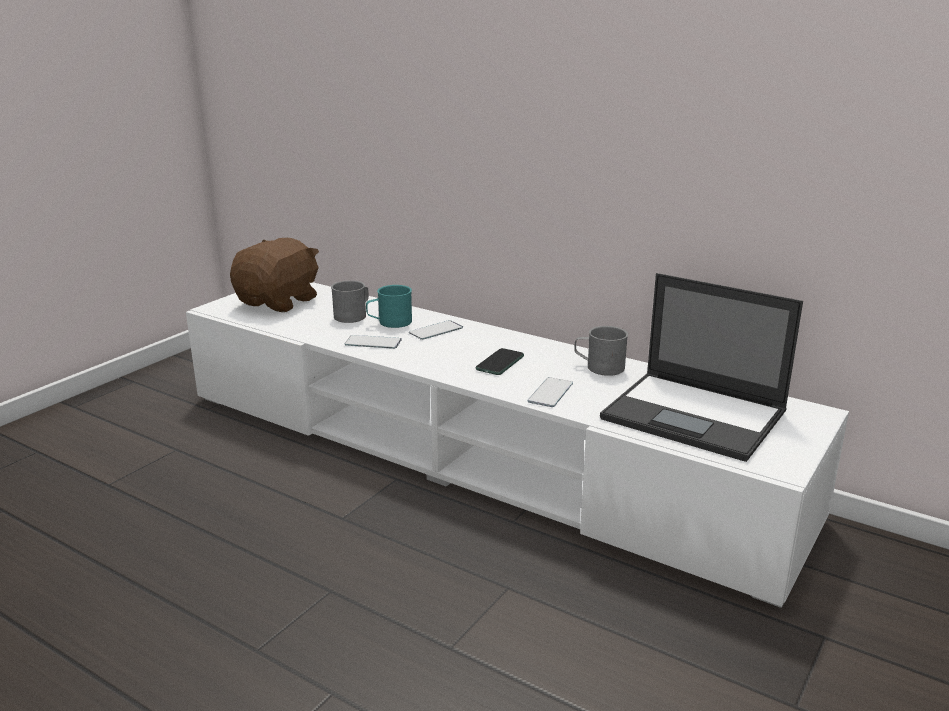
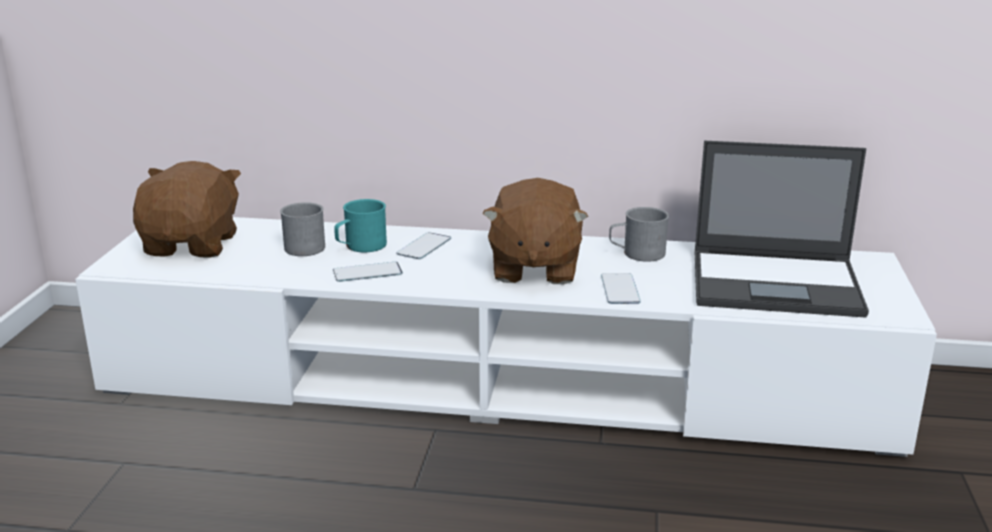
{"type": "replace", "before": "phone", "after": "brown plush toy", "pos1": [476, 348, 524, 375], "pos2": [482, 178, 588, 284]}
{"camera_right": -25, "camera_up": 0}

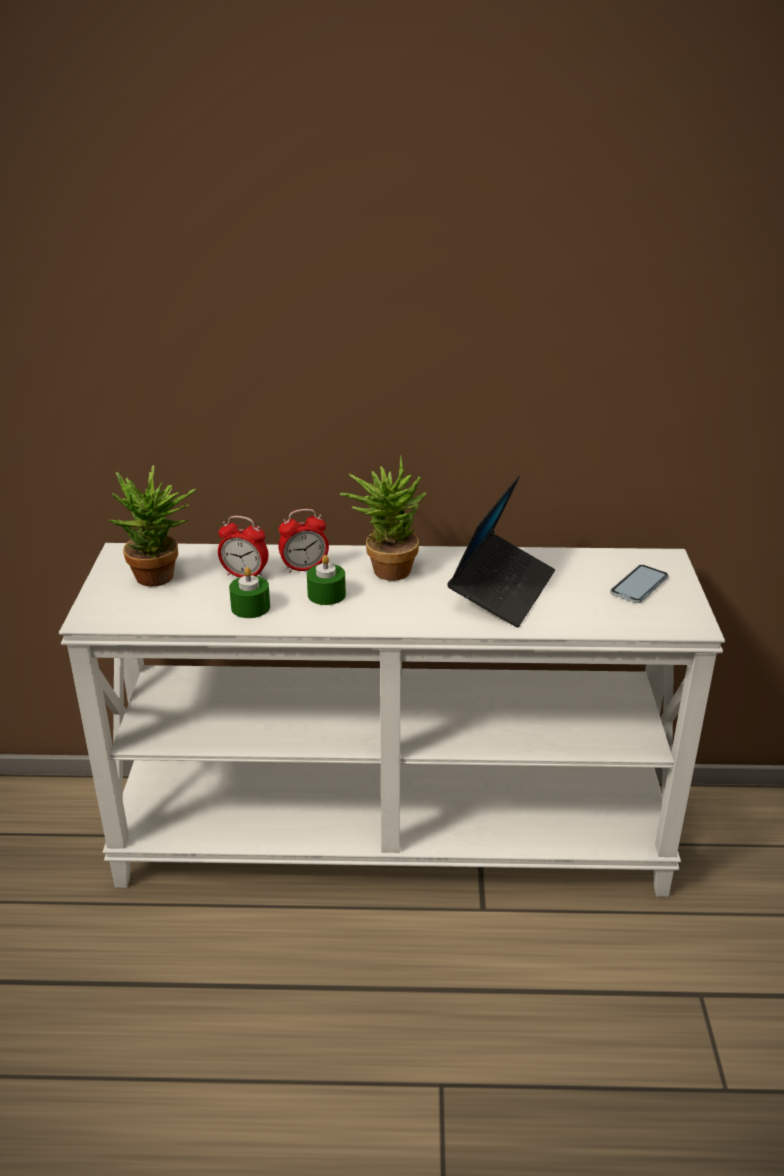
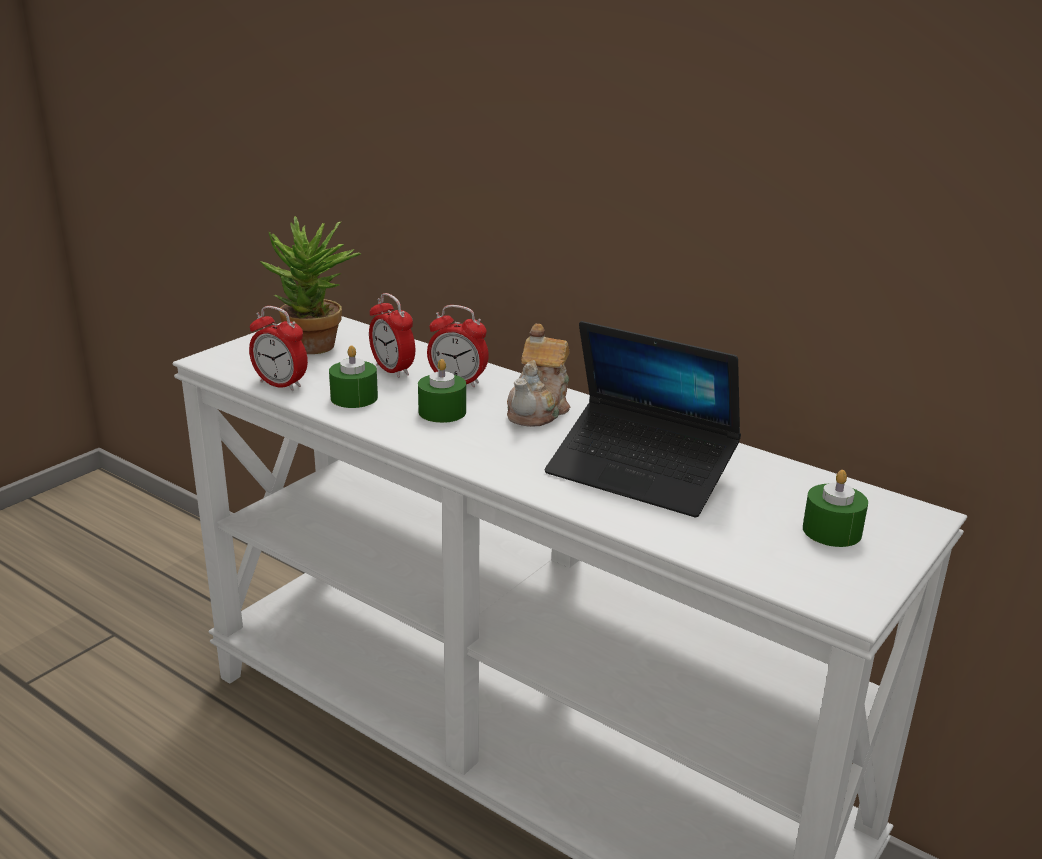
{"type": "replace", "before": "potted plant", "after": "teapot", "pos1": [340, 456, 427, 581], "pos2": [507, 324, 570, 427]}
{"type": "rotate", "before": "laptop", "pos1": [447, 475, 555, 627], "pos2": [545, 321, 741, 517], "turn": 60}
{"type": "replace", "before": "phone", "after": "green candle", "pos1": [610, 565, 668, 603], "pos2": [803, 470, 868, 547]}
{"type": "insert", "after": "alarm clock", "pos2": [249, 306, 308, 391]}
{"camera_right": 35, "camera_up": -5}

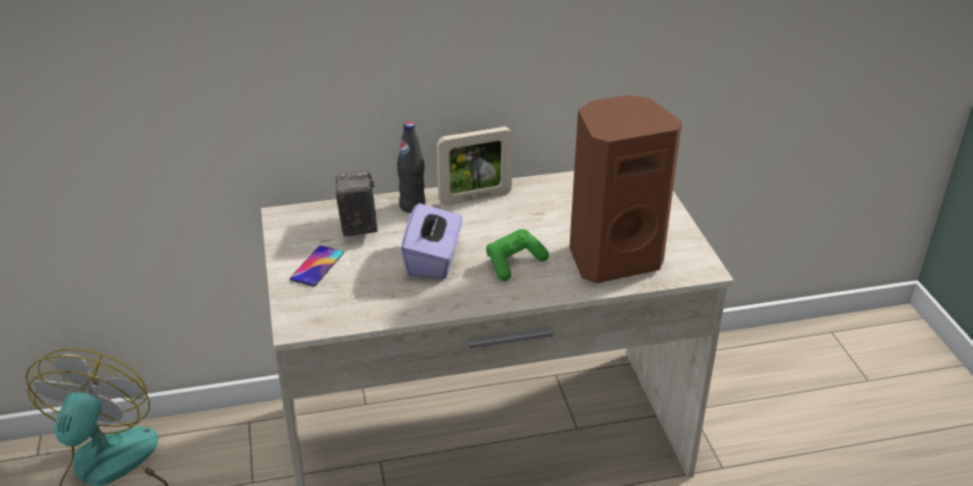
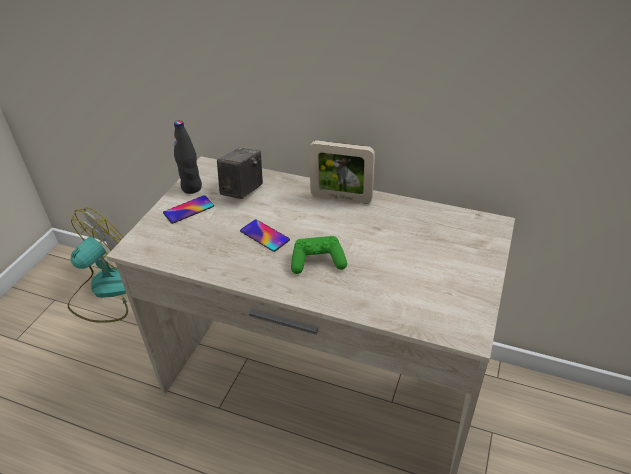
{"type": "delete", "before": "brown speaker", "pos1": [569, 95, 682, 283]}
{"type": "move", "before": "black bottle", "pos1": [397, 122, 426, 213], "pos2": [174, 120, 202, 194]}
{"type": "replace", "before": "purple tissue box", "after": "phone", "pos1": [401, 202, 462, 279], "pos2": [240, 219, 290, 252]}
{"camera_right": 35, "camera_up": 5}

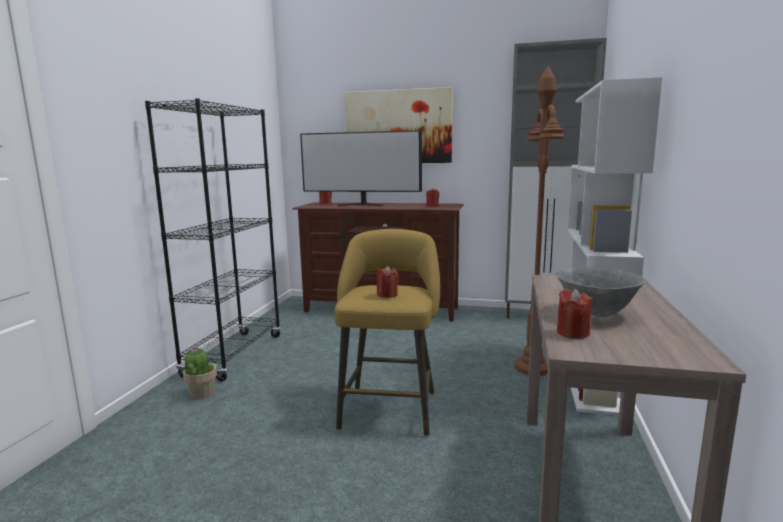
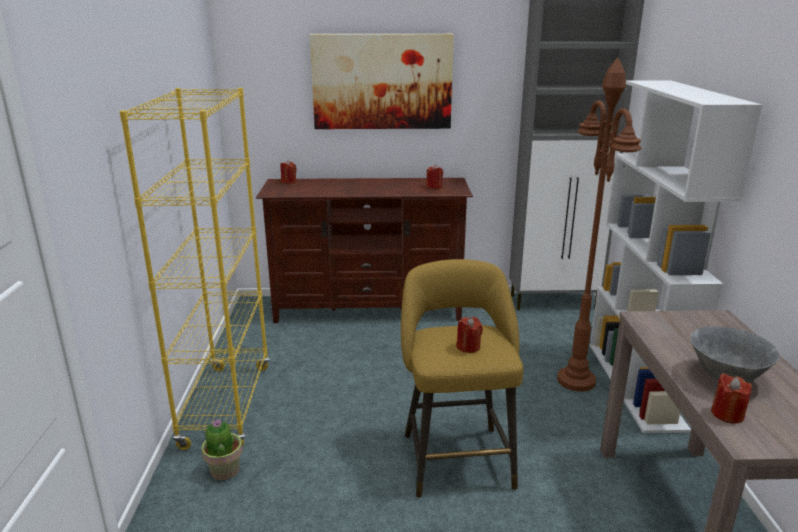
{"type": "recolor", "before": "black bookcase", "after": "yellow bookcase", "pos1": [145, 98, 281, 381], "pos2": [119, 88, 270, 450]}
{"type": "delete", "before": "television", "pos1": [300, 130, 422, 206]}
{"camera_right": -15, "camera_up": 10}

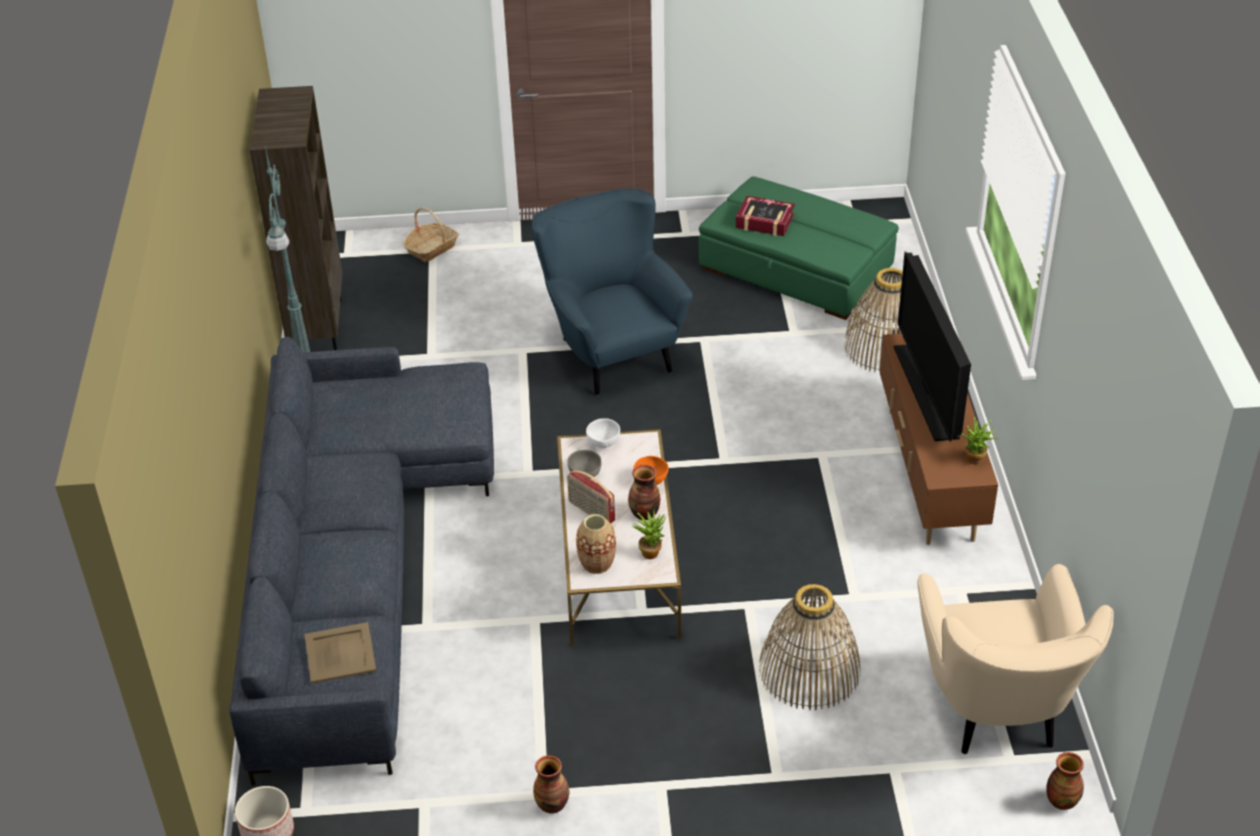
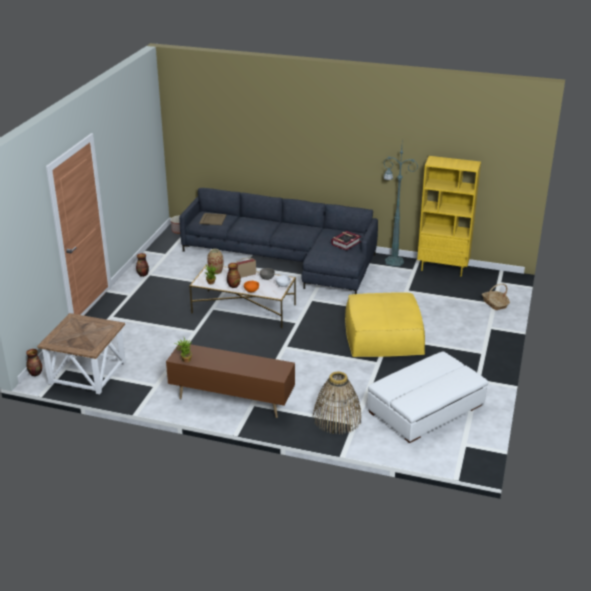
{"type": "recolor", "before": "brown bookcase", "after": "yellow bookcase", "pos1": [250, 86, 342, 350], "pos2": [417, 156, 481, 277]}
{"type": "recolor", "before": "green ottoman", "after": "white ottoman", "pos1": [699, 176, 899, 320], "pos2": [367, 351, 488, 443]}
{"type": "replace", "before": "blue armchair", "after": "yellow ottoman", "pos1": [531, 188, 692, 396], "pos2": [345, 292, 425, 357]}
{"type": "move", "before": "book", "pos1": [736, 196, 795, 236], "pos2": [331, 231, 361, 251]}
{"type": "delete", "before": "television", "pos1": [894, 252, 971, 442]}
{"type": "replace", "before": "beige armchair", "after": "brown side table", "pos1": [917, 564, 1114, 754], "pos2": [37, 313, 126, 395]}
{"type": "delete", "before": "basket", "pos1": [759, 584, 860, 710]}
{"camera_right": 110, "camera_up": -10}

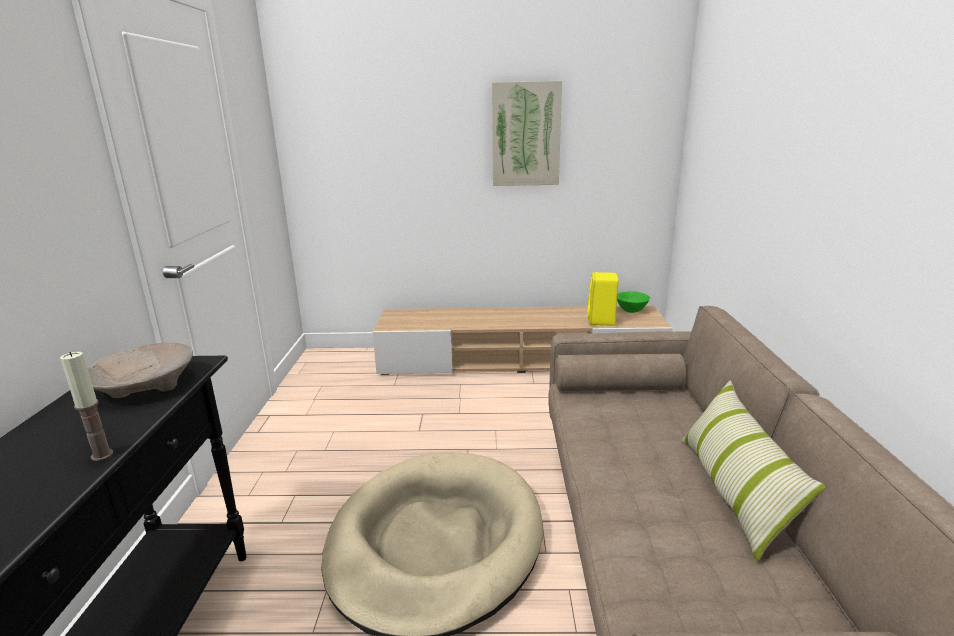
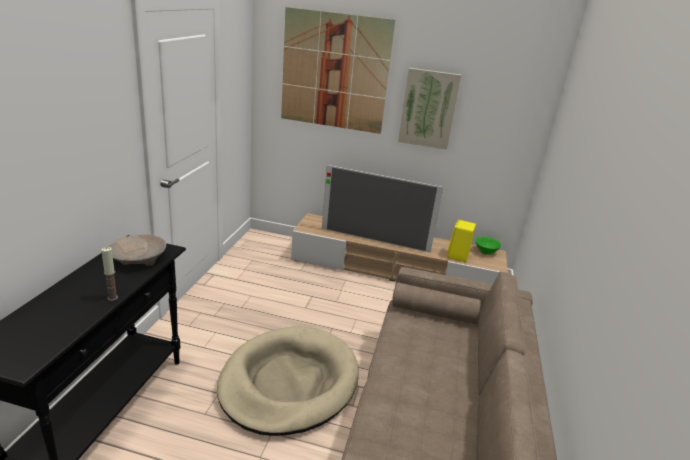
{"type": "delete", "before": "pillow", "pos1": [681, 381, 825, 562]}
{"type": "insert", "after": "picture", "pos2": [281, 7, 395, 134]}
{"type": "insert", "after": "television", "pos2": [322, 165, 443, 253]}
{"camera_right": 10, "camera_up": 5}

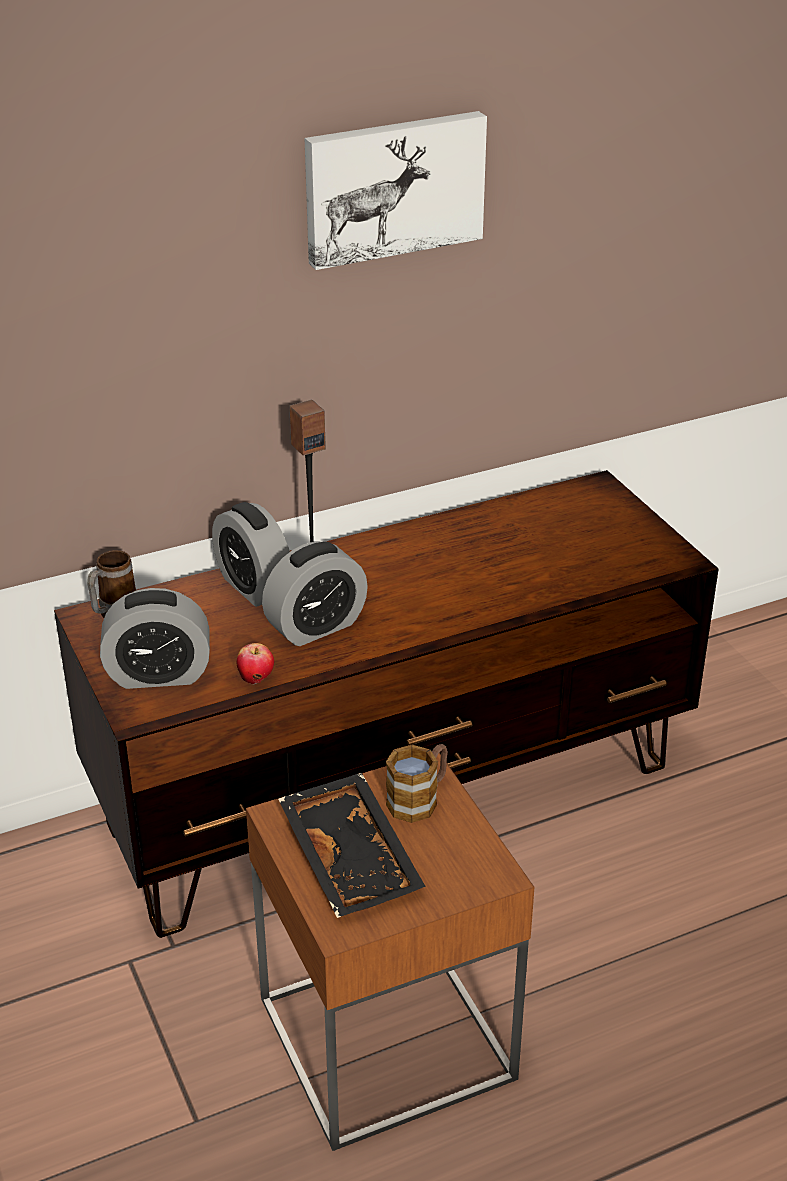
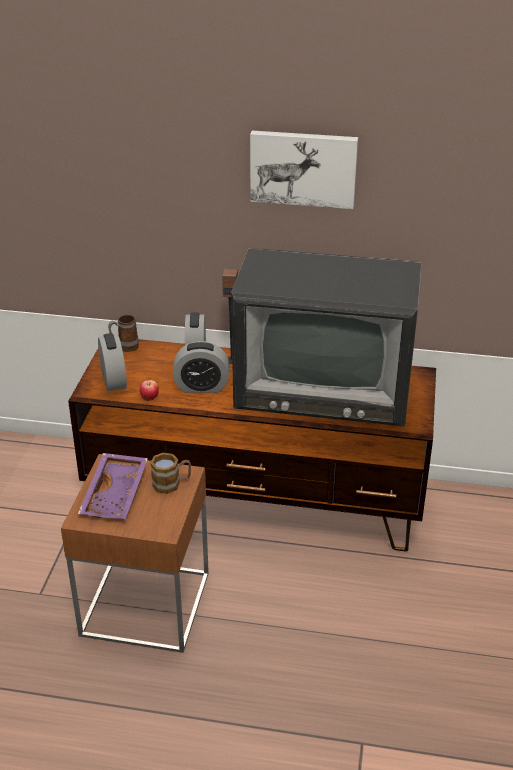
{"type": "rotate", "before": "alarm clock", "pos1": [100, 588, 210, 689], "pos2": [98, 333, 127, 391], "turn": -135}
{"type": "recolor", "before": "black tray", "after": "purple tray", "pos1": [278, 773, 426, 918], "pos2": [78, 453, 148, 519]}
{"type": "insert", "after": "television", "pos2": [231, 249, 422, 426]}
{"camera_right": 35, "camera_up": 0}

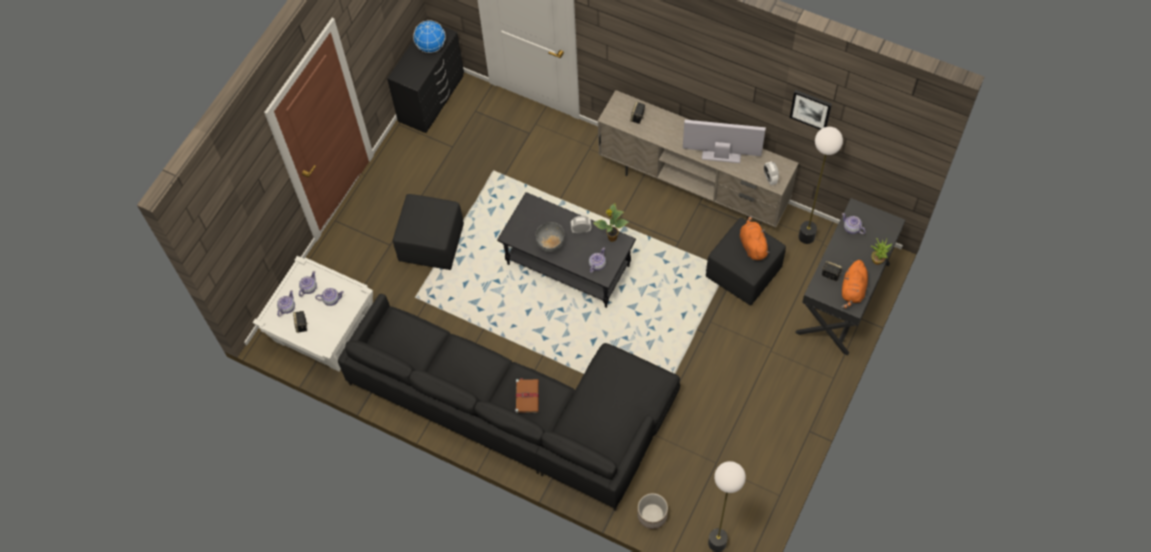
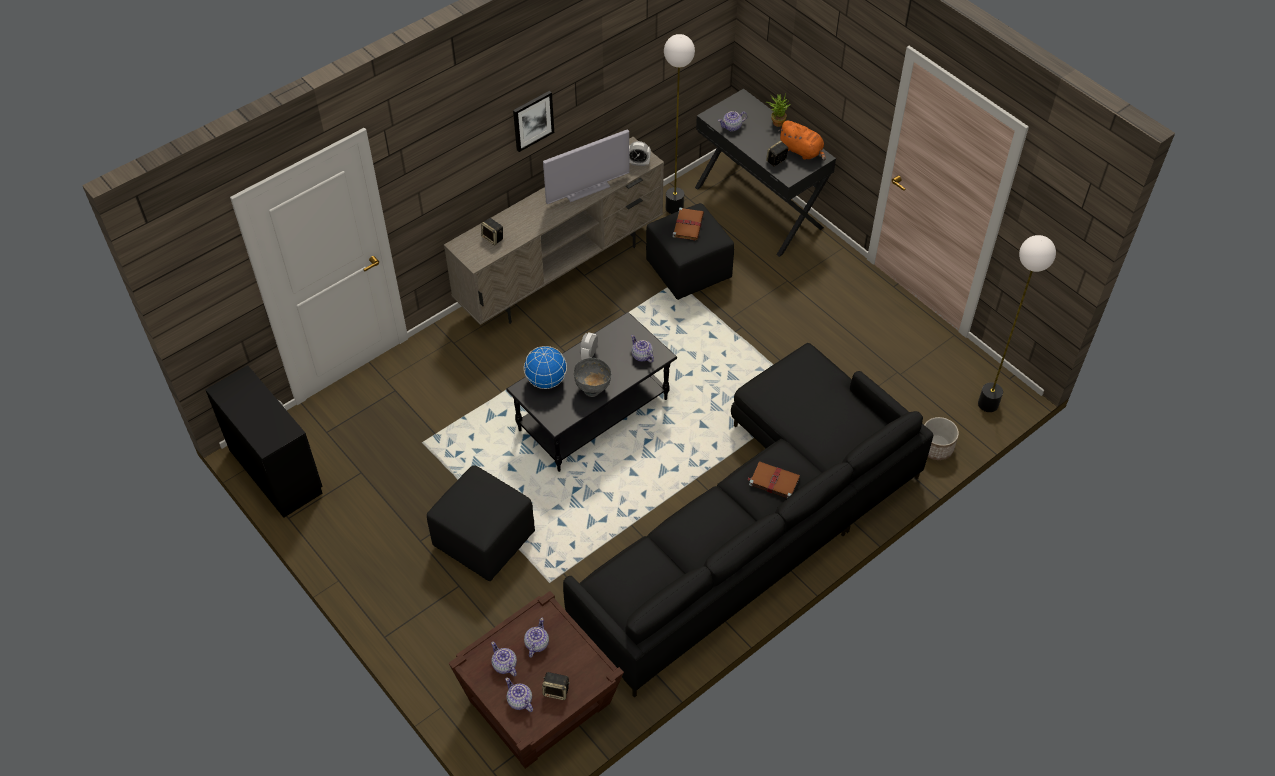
{"type": "move", "before": "globe", "pos1": [413, 20, 446, 53], "pos2": [524, 346, 567, 389]}
{"type": "move", "before": "picture", "pos1": [790, 90, 832, 130], "pos2": [513, 91, 554, 152]}
{"type": "rotate", "before": "television", "pos1": [683, 120, 766, 163], "pos2": [543, 129, 630, 204], "turn": -150}
{"type": "delete", "before": "potted plant", "pos1": [593, 203, 628, 242]}
{"type": "replace", "before": "orange plush toy", "after": "brown book", "pos1": [740, 216, 770, 260], "pos2": [673, 208, 704, 240]}
{"type": "recolor", "before": "white side table", "after": "brown side table", "pos1": [253, 256, 373, 372], "pos2": [448, 591, 624, 769]}
{"camera_right": -70, "camera_up": -10}

